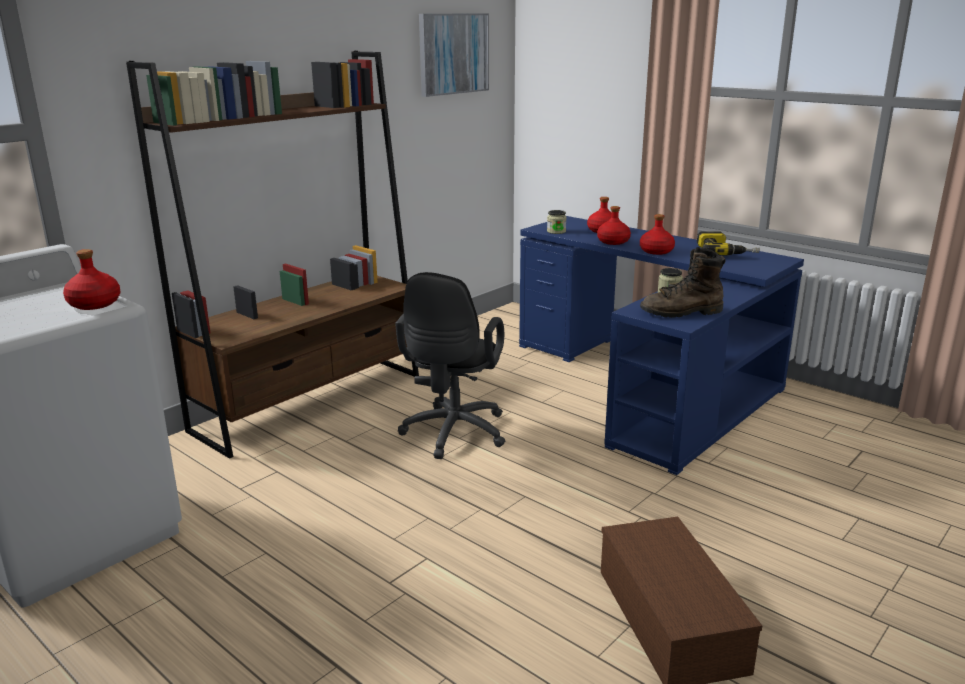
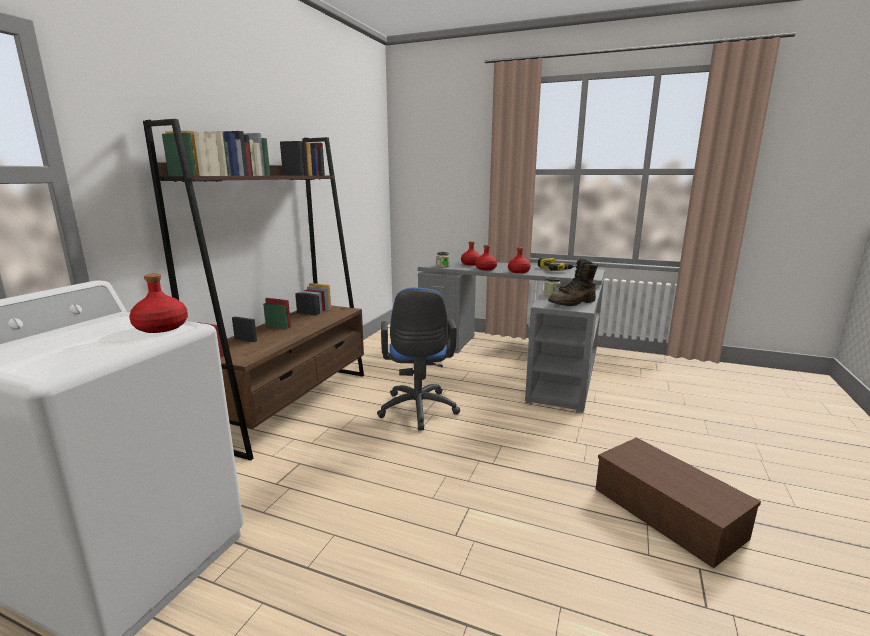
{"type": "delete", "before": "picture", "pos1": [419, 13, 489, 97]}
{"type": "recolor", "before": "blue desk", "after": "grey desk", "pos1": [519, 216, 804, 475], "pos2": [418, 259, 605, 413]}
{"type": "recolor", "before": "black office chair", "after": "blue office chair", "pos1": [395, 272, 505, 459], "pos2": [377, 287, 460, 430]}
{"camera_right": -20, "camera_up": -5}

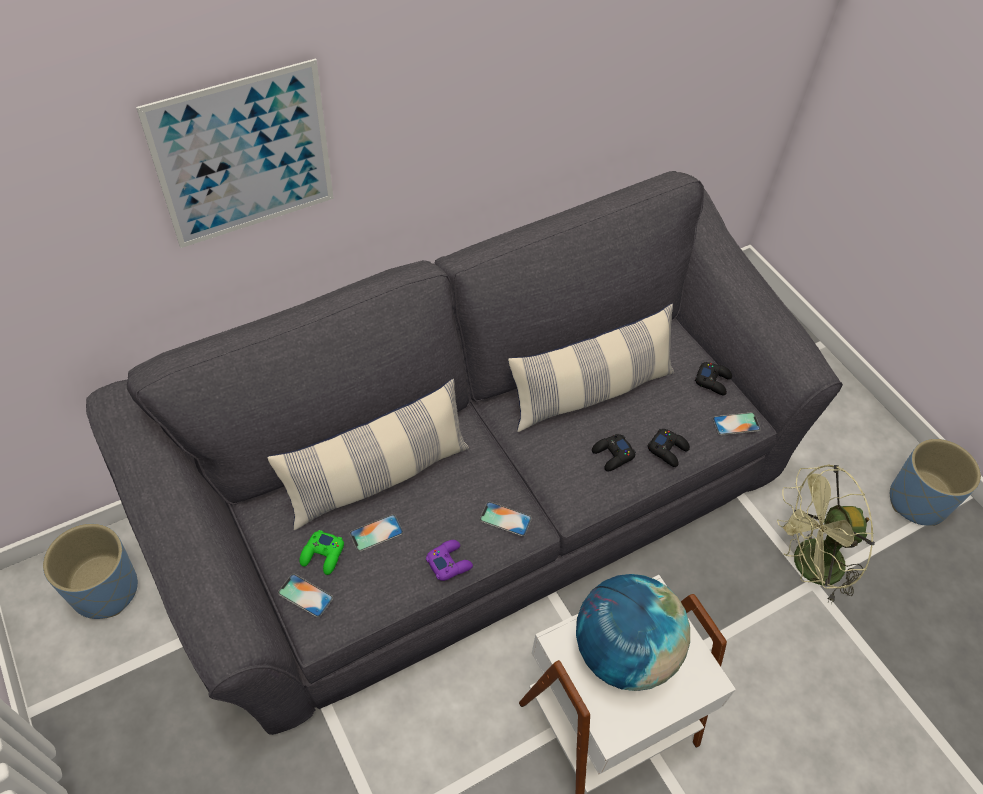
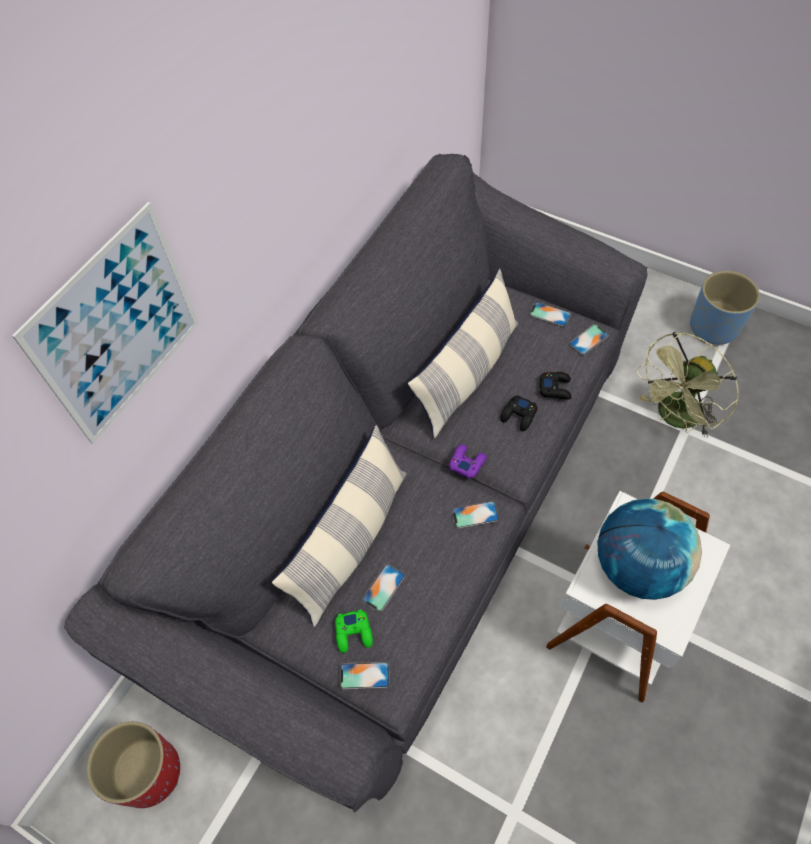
{"type": "replace", "before": "black game controller", "after": "phone", "pos1": [695, 362, 732, 395], "pos2": [529, 302, 571, 327]}
{"type": "recolor", "before": "blue planter", "after": "red planter", "pos1": [43, 524, 138, 619], "pos2": [87, 721, 180, 808]}
{"type": "move", "before": "purple game controller", "pos1": [426, 540, 473, 581], "pos2": [449, 444, 487, 479]}
{"camera_right": -25, "camera_up": 5}

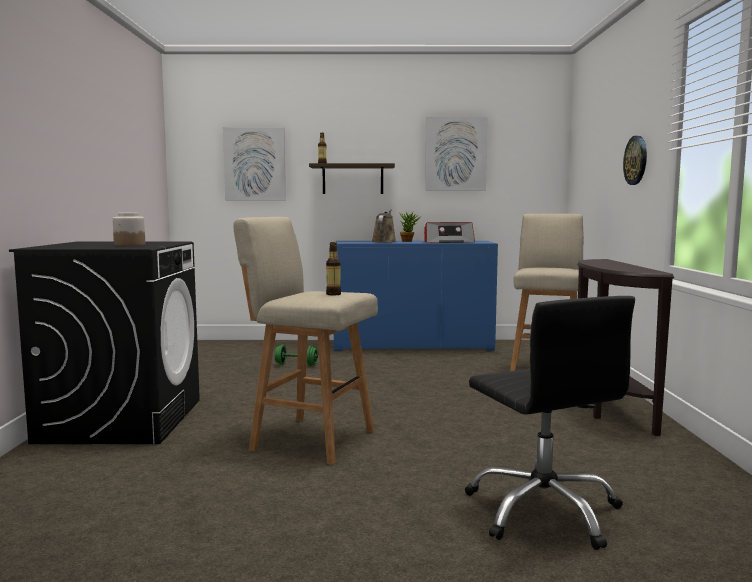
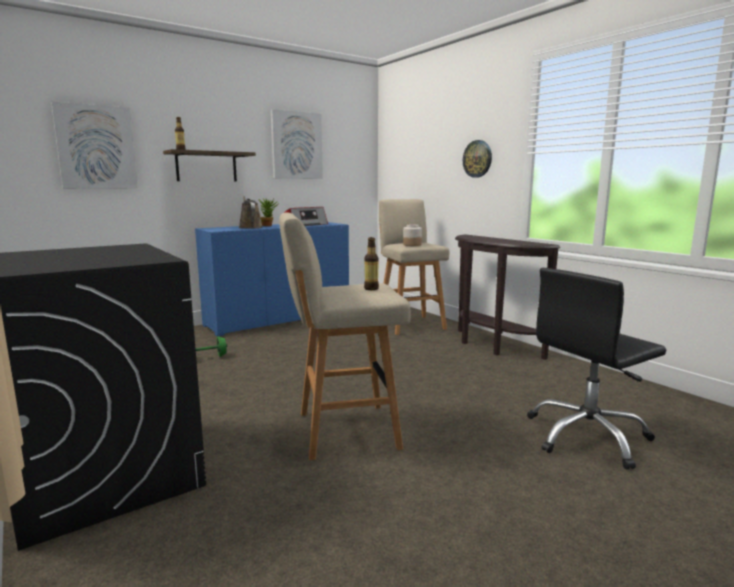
{"type": "move", "before": "jar", "pos1": [113, 213, 145, 246], "pos2": [403, 225, 422, 246]}
{"type": "rotate", "before": "black office chair", "pos1": [465, 296, 635, 550], "pos2": [527, 268, 666, 469], "turn": 120}
{"camera_right": -35, "camera_up": 5}

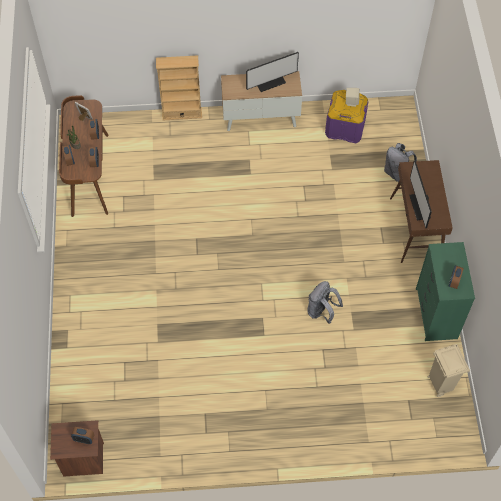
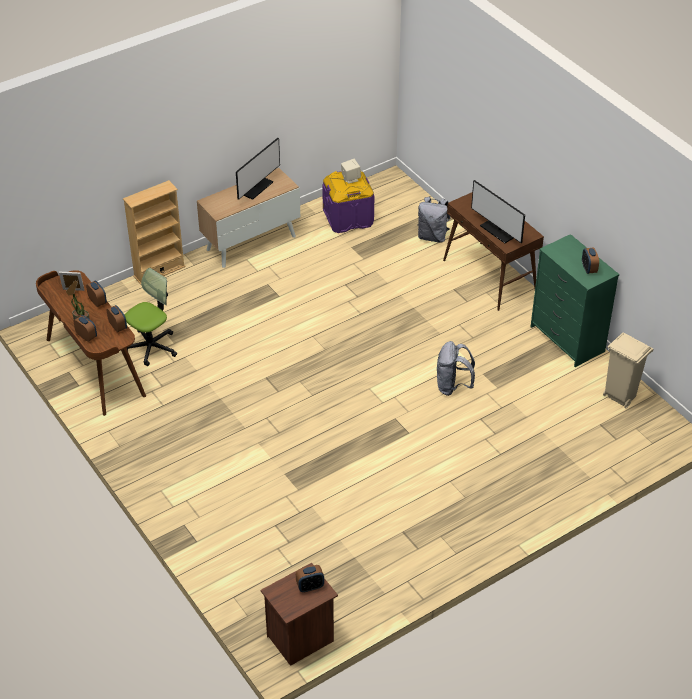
{"type": "insert", "after": "office chair", "pos2": [125, 268, 177, 366]}
{"camera_right": -30, "camera_up": -15}

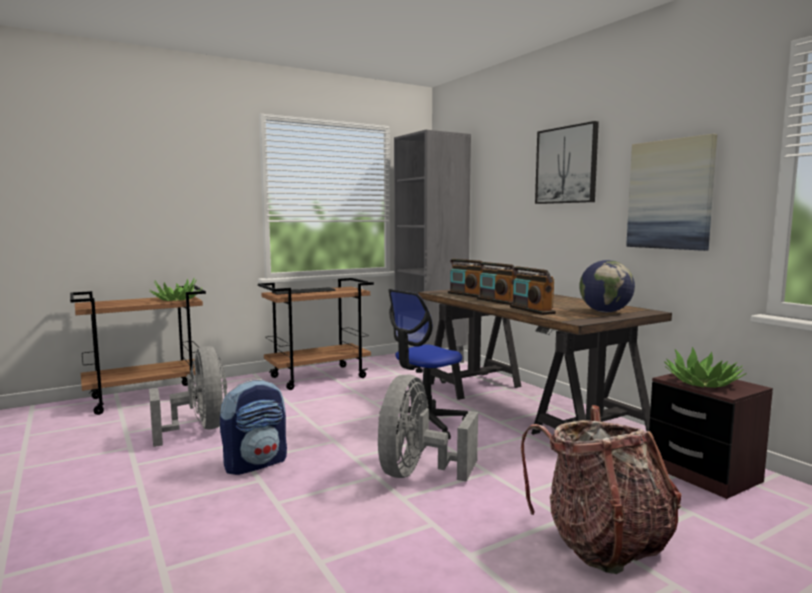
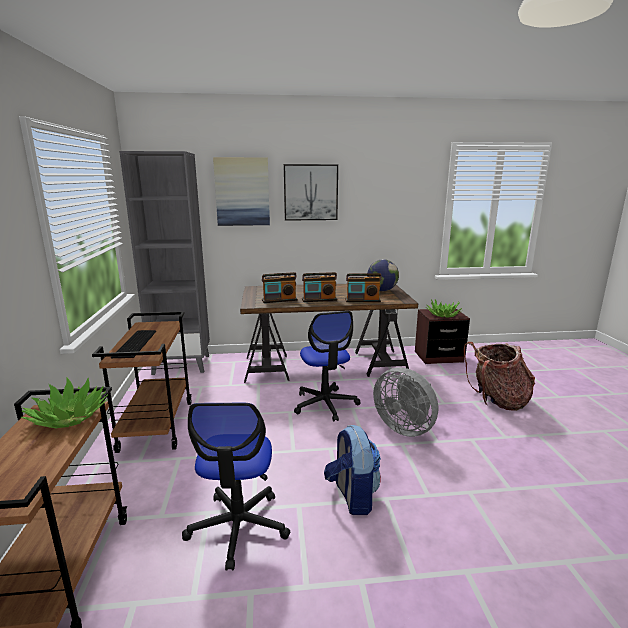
{"type": "move", "before": "picture", "pos1": [626, 134, 717, 251], "pos2": [213, 157, 270, 226]}
{"type": "replace", "before": "grey fan", "after": "office chair", "pos1": [149, 346, 227, 447], "pos2": [182, 403, 290, 571]}
{"camera_right": -65, "camera_up": 10}

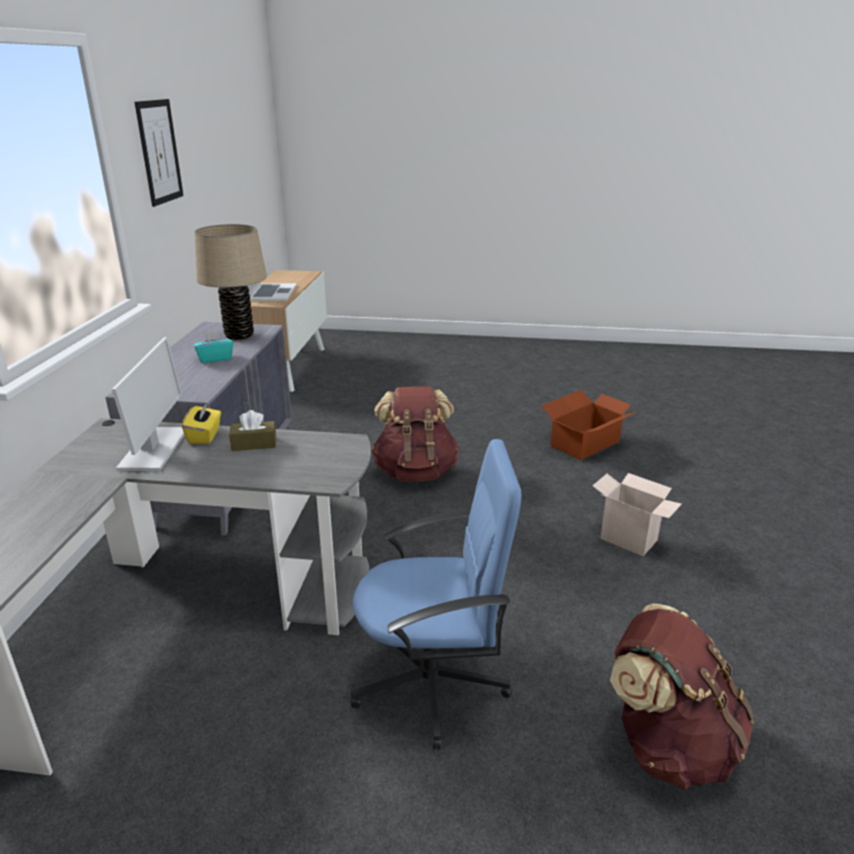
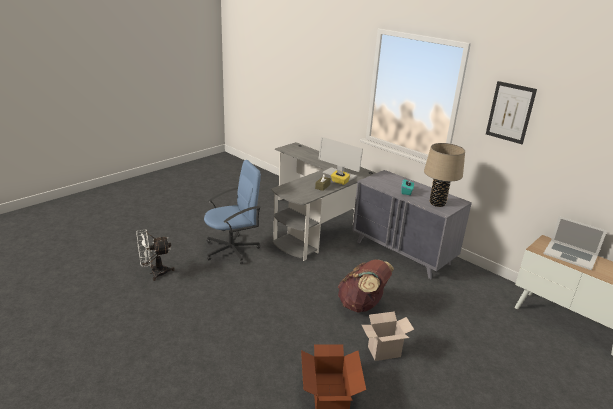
{"type": "rotate", "before": "blue office chair", "pos1": [351, 439, 522, 750], "pos2": [204, 160, 261, 264], "turn": -150}
{"type": "move", "before": "cardboard box", "pos1": [593, 473, 682, 556], "pos2": [362, 311, 414, 361]}
{"type": "replace", "before": "brown backpack", "after": "white fan", "pos1": [610, 603, 754, 790], "pos2": [136, 229, 175, 281]}
{"camera_right": 125, "camera_up": 0}

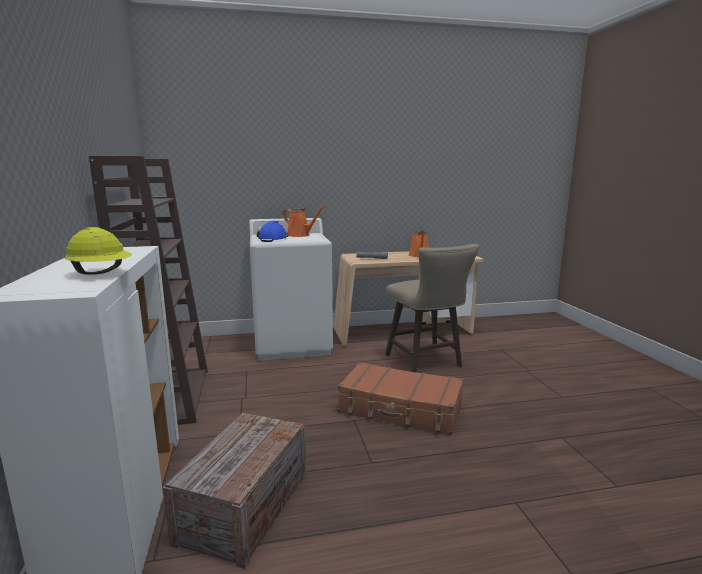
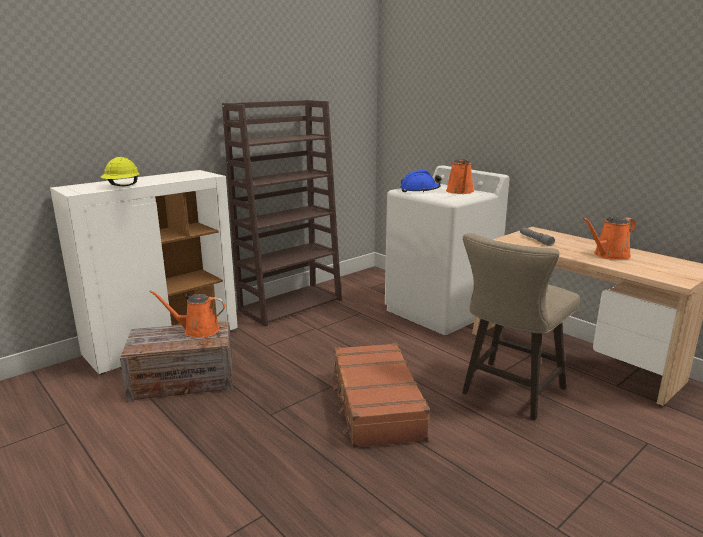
{"type": "insert", "after": "orange watering can", "pos2": [149, 290, 226, 338]}
{"camera_right": 60, "camera_up": 5}

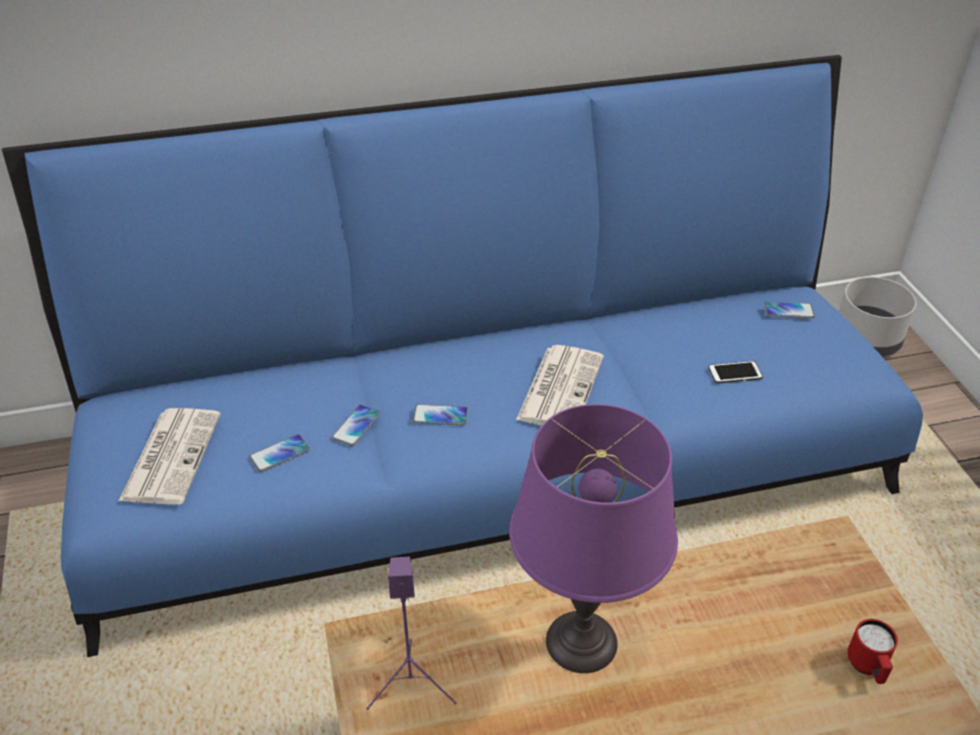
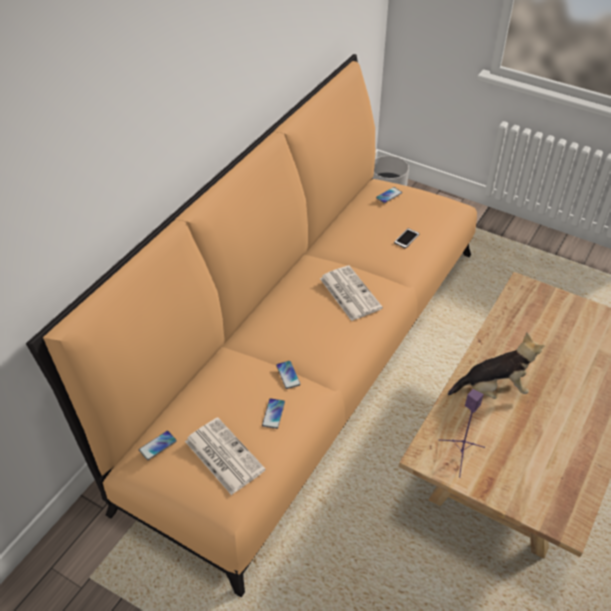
{"type": "recolor", "before": "blue sofa", "after": "orange sofa", "pos1": [2, 55, 923, 657], "pos2": [26, 54, 477, 597]}
{"type": "move", "before": "phone", "pos1": [413, 404, 468, 425], "pos2": [139, 431, 177, 460]}
{"type": "replace", "before": "purple table lamp", "after": "plush toy", "pos1": [509, 404, 678, 673], "pos2": [448, 333, 544, 399]}
{"type": "delete", "before": "red mug", "pos1": [847, 619, 898, 684]}
{"camera_right": -45, "camera_up": 5}

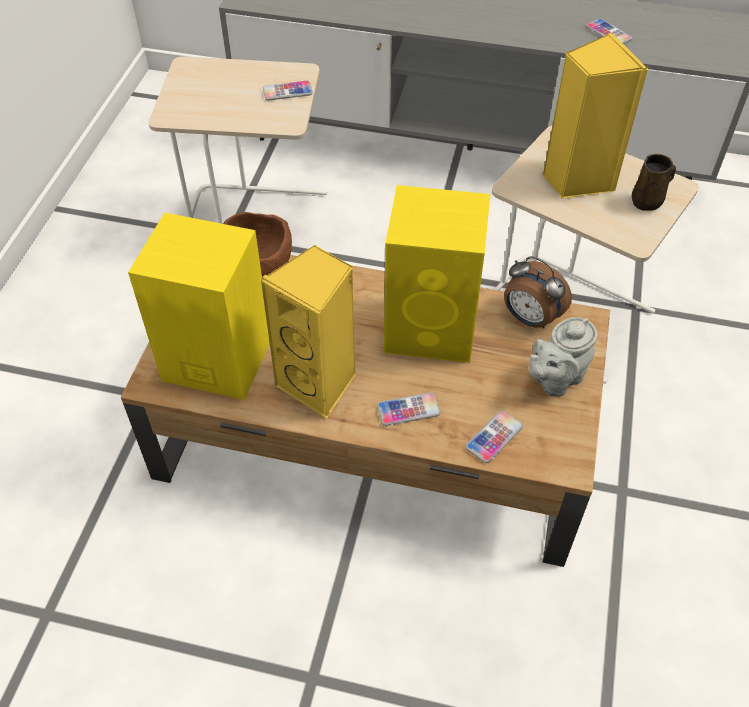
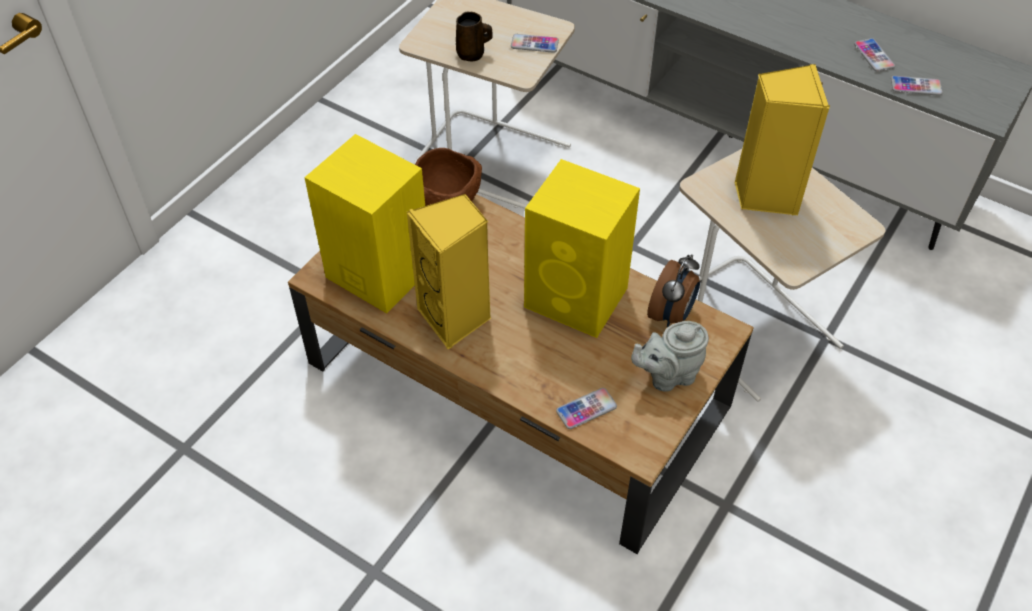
{"type": "move", "before": "brown mug", "pos1": [632, 154, 676, 211], "pos2": [456, 12, 493, 61]}
{"type": "rotate", "before": "alarm clock", "pos1": [504, 257, 572, 329], "pos2": [647, 254, 700, 327], "turn": -120}
{"type": "move", "before": "phone", "pos1": [377, 392, 441, 426], "pos2": [891, 76, 943, 96]}
{"camera_right": 20, "camera_up": 0}

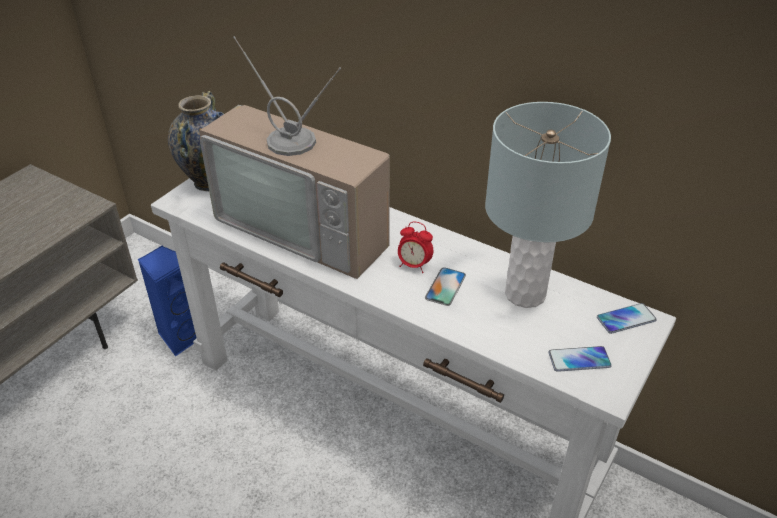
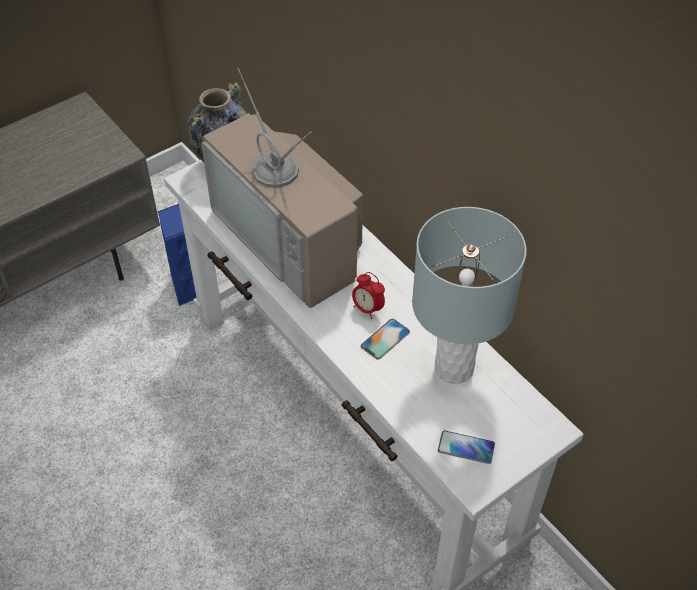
{"type": "delete", "before": "phone", "pos1": [597, 303, 657, 334]}
{"camera_right": 20, "camera_up": 10}

